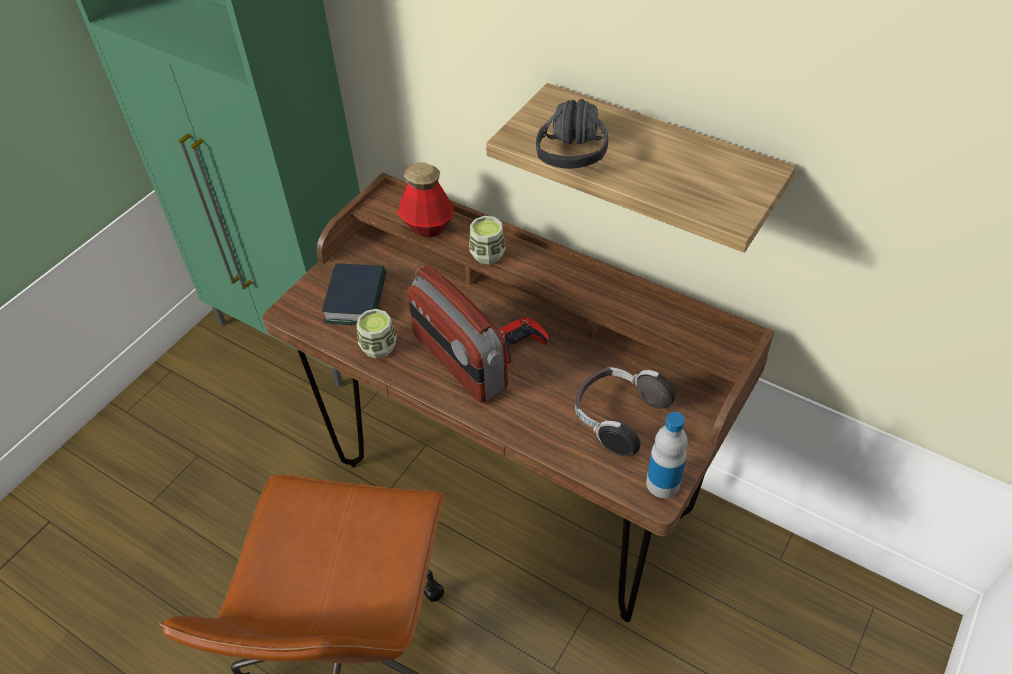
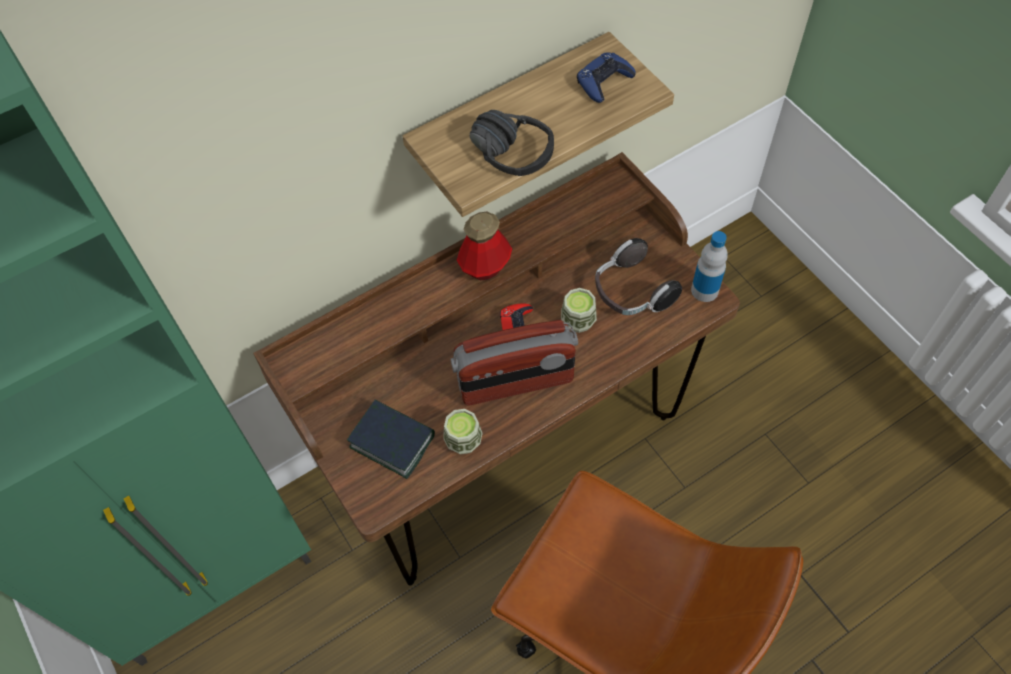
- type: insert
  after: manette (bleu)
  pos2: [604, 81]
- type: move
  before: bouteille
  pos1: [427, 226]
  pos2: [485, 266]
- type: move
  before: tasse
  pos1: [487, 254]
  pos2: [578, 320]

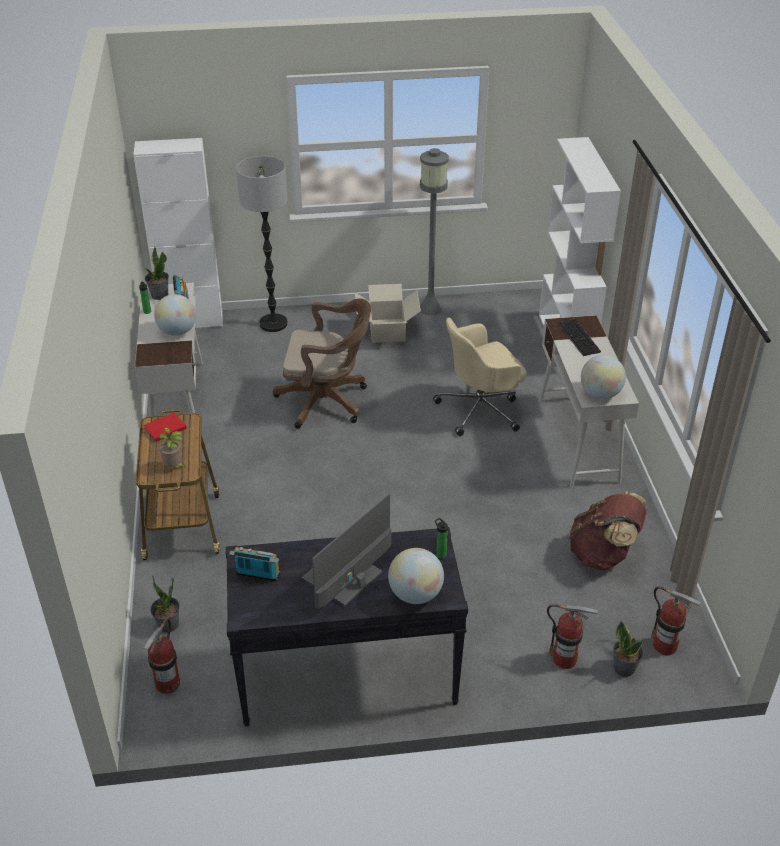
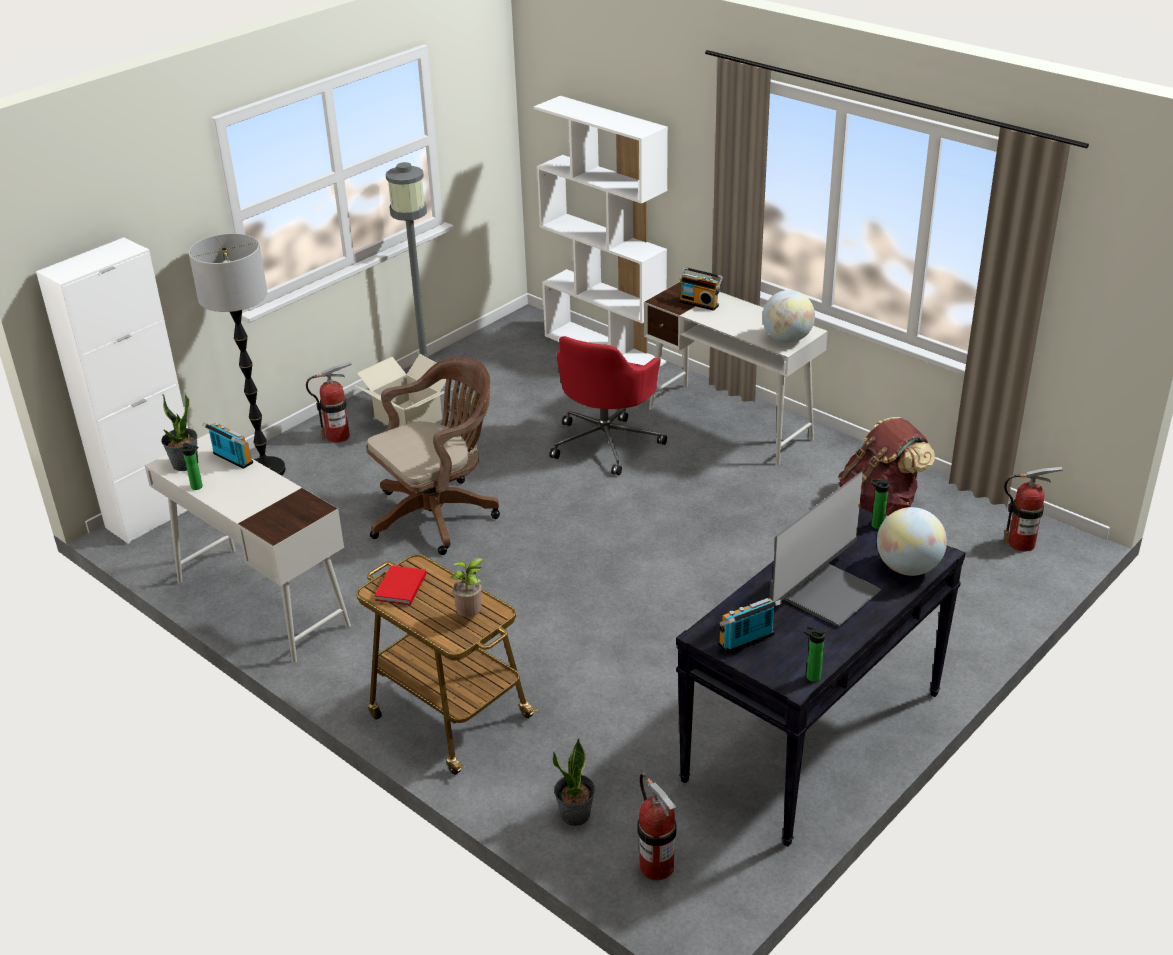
- type: delete
  before: globe
  pos1: [177, 331]
- type: delete
  before: plante en pot
  pos1: [624, 667]
- type: insert
  after: bouteille
  pos2: [811, 676]
- type: move
  before: extincteur
  pos1: [564, 659]
  pos2: [338, 436]
- type: replace
  before: clavier
  after: radio
  pos1: [580, 338]
  pos2: [699, 303]
- type: recolor
  before: chaise de bureau (beige)
  after: chaise de bureau (rouge)
  pos1: [480, 410]
  pos2: [606, 442]
- type: rotate
  before: écran d'ordinateur
  pos1: [343, 577]
  pos2: [827, 593]
  turn: -135

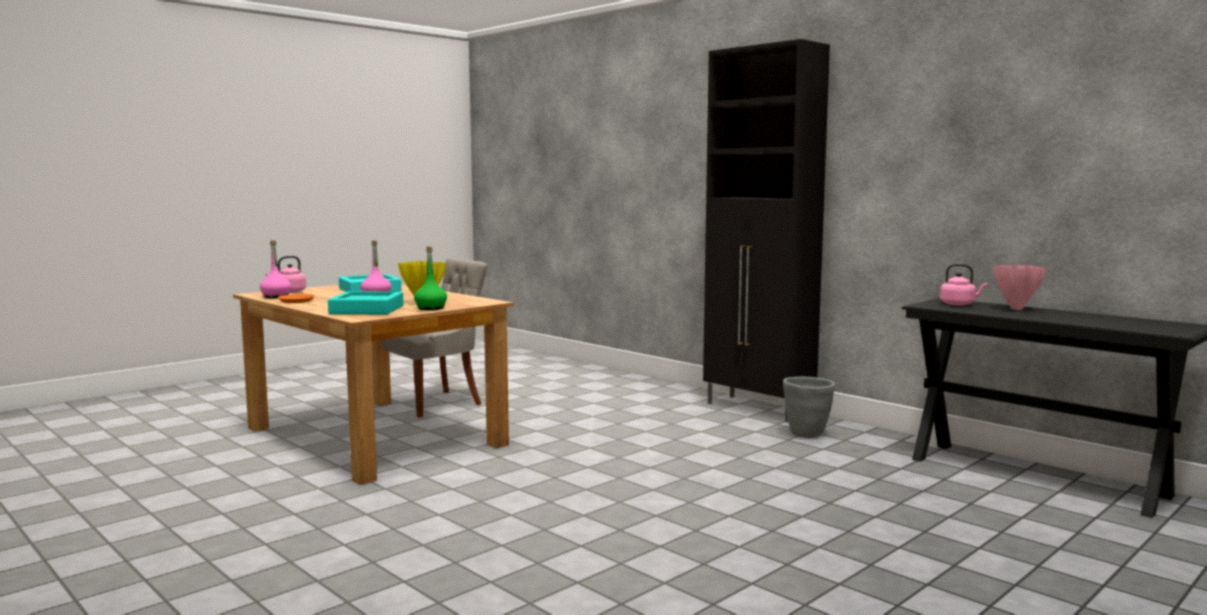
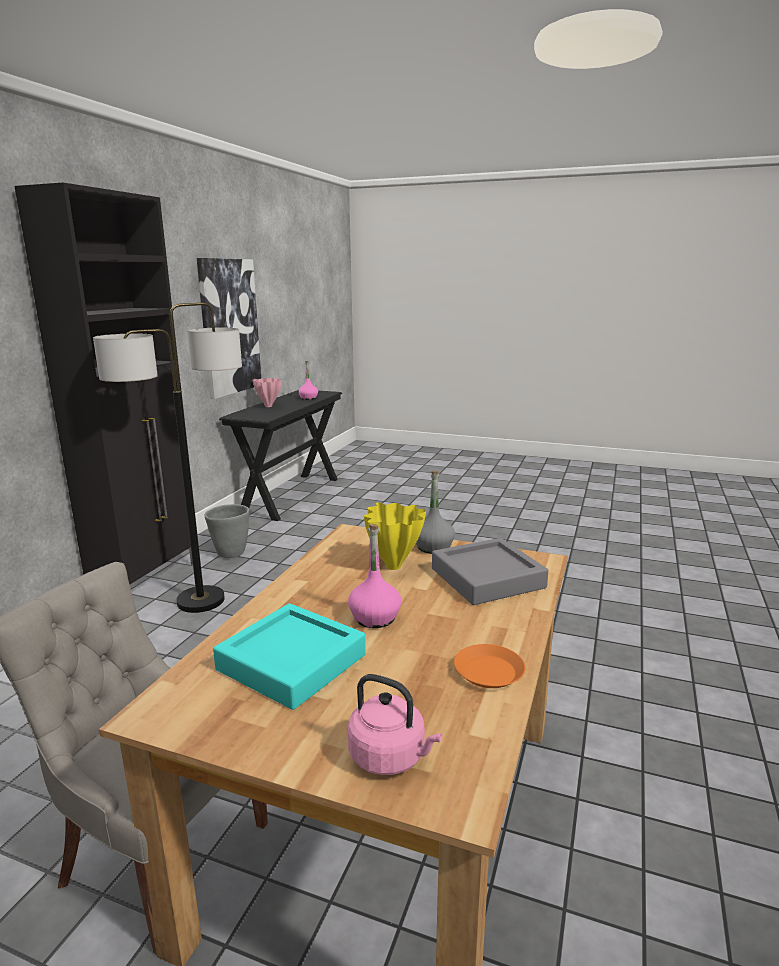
- type: delete
  before: bouilloire (rose)
  pos1: [959, 304]
- type: insert
  after: lampadaire
  pos2: [200, 601]
- type: insert
  after: tableau
  pos2: [229, 327]
- type: move
  before: bouteille (rose)
  pos1: [276, 297]
  pos2: [308, 398]
- type: recolor
  before: plateau (turquoise)
  after: plateau (gris)
  pos1: [367, 309]
  pos2: [487, 578]
- type: recolor
  before: bouteille (vert)
  after: bouteille (gris)
  pos1: [431, 308]
  pos2: [433, 547]

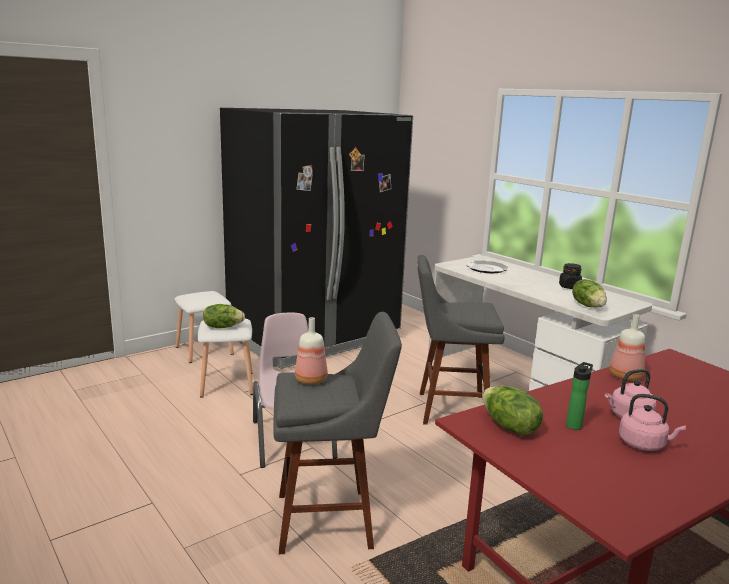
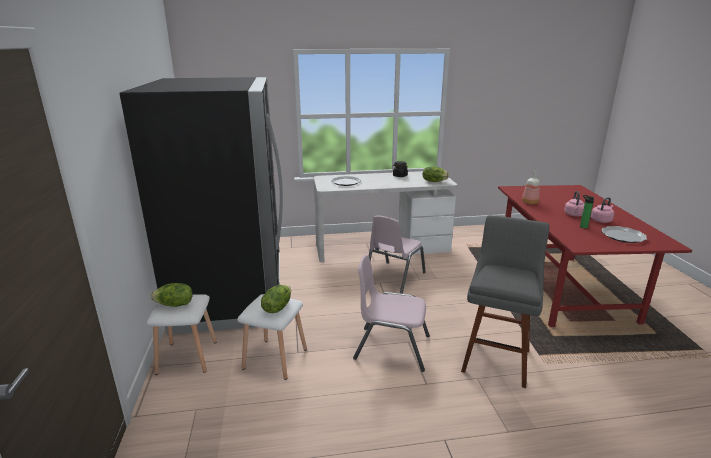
- type: delete
  before: bouteille
  pos1: [310, 380]
- type: insert
  after: assiette
  pos2: [622, 236]
- type: move
  before: laitue
  pos1: [508, 427]
  pos2: [174, 305]
- type: replace
  before: tabouret (gris)
  after: chaise (rose)
  pos1: [448, 409]
  pos2: [394, 278]

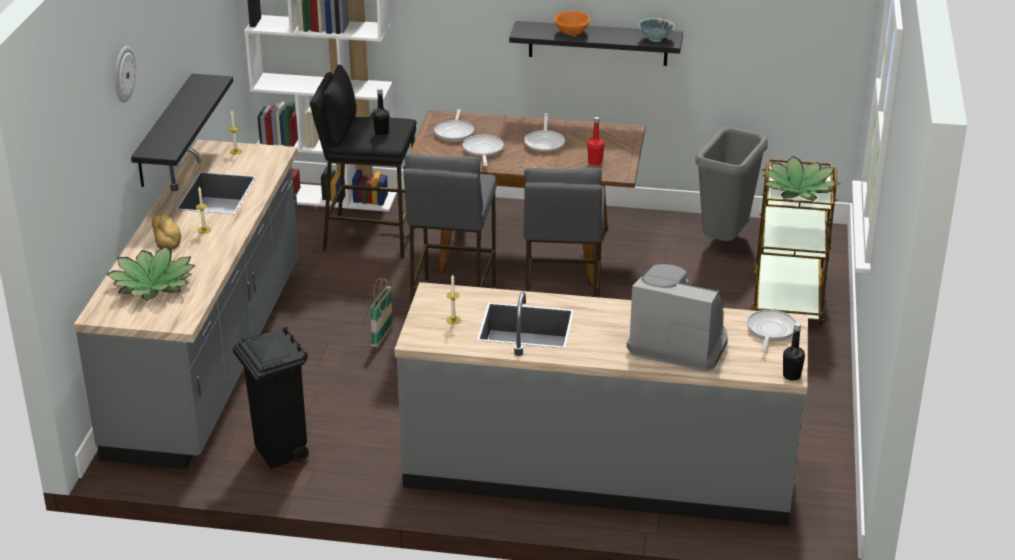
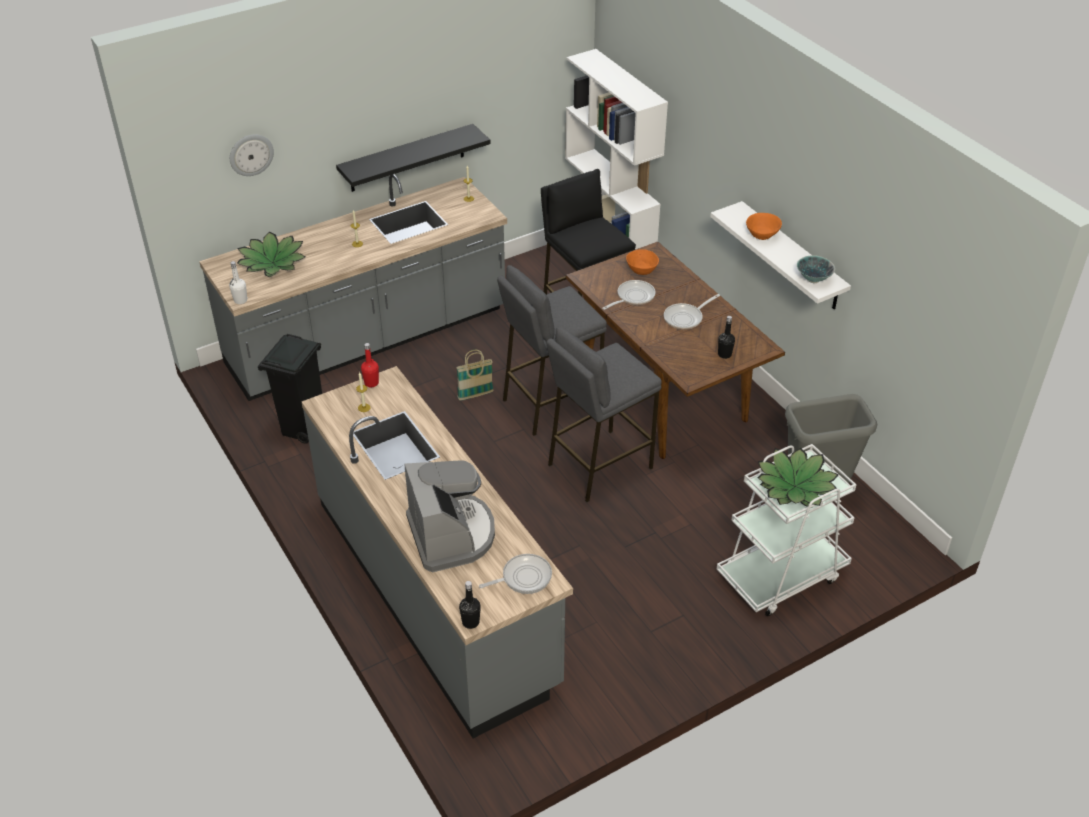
- type: delete
  before: pain
  pos1: [166, 236]
- type: insert
  after: bouteille (blanc)
  pos2: [240, 300]
- type: move
  before: horloge murale
  pos1: [123, 74]
  pos2: [251, 154]
- type: move
  before: bouteille (noir)
  pos1: [381, 132]
  pos2: [724, 354]
- type: move
  before: bouteille (rouge)
  pos1: [595, 162]
  pos2: [371, 383]
- type: replace
  before: poêle
  after: bol (orange)
  pos1: [454, 132]
  pos2: [642, 270]
- type: recolor
  before: étagère (noir)
  after: étagère (blanc)
  pos1: [598, 43]
  pos2: [792, 257]
- type: recolor
  before: chariot (marron)
  after: chariot (blanc)
  pos1: [787, 298]
  pos2: [781, 575]

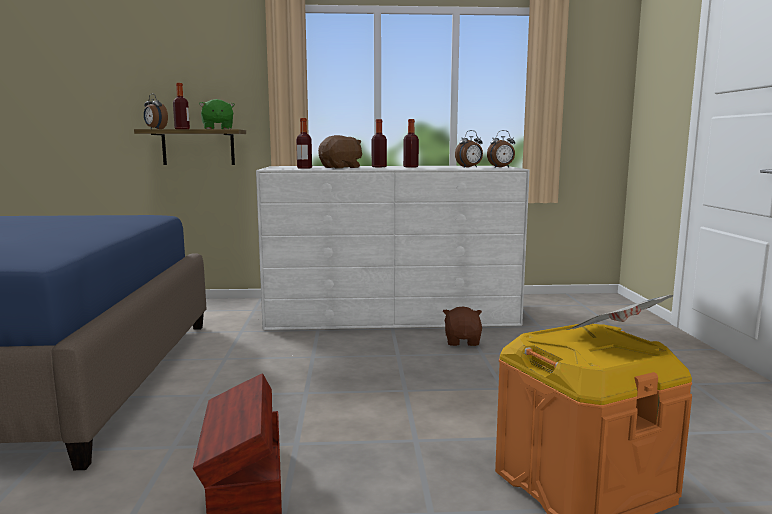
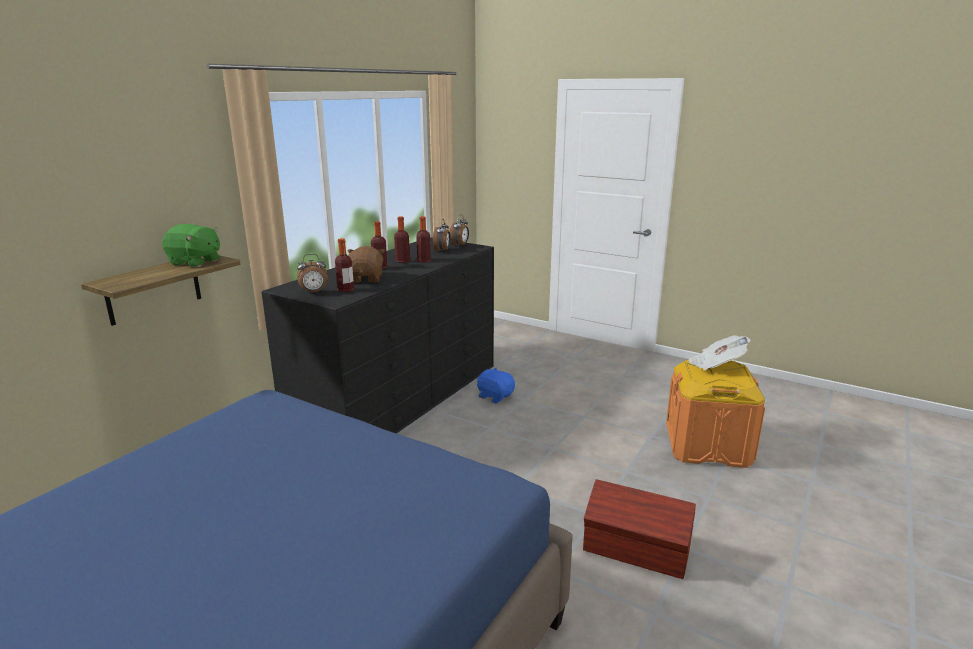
- type: move
  before: réveil
  pos1: [155, 129]
  pos2: [314, 292]
- type: move
  before: bouteille
  pos1: [182, 129]
  pos2: [424, 261]
- type: recolor
  before: commode (blanc)
  after: commode (noir)
  pos1: [391, 314]
  pos2: [399, 397]
- type: recolor
  before: peluche (marron)
  after: peluche (bleu)
  pos1: [463, 341]
  pos2: [495, 396]

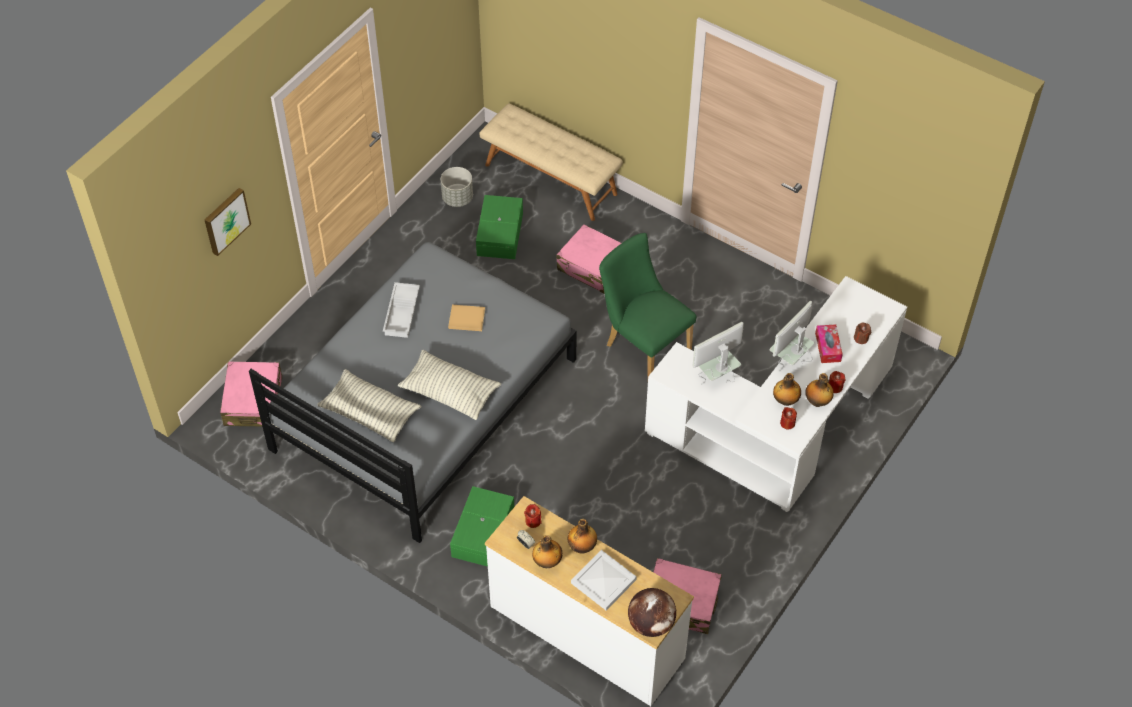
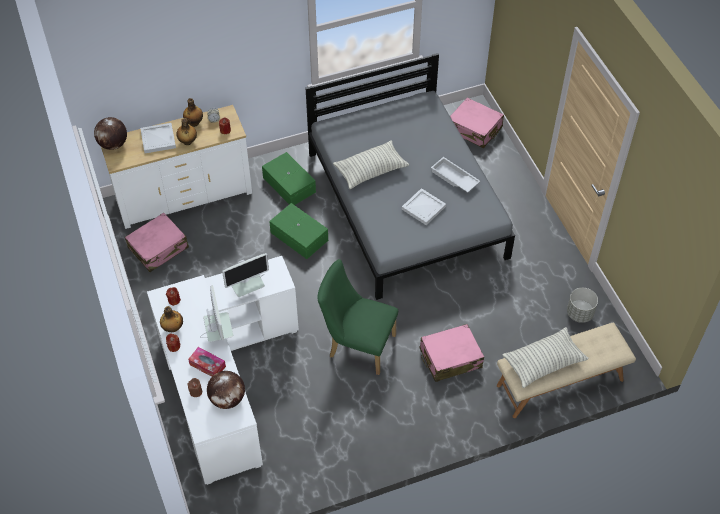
- type: delete
  before: tableau
  pos1: [225, 220]
- type: delete
  before: bouteille
  pos1: [785, 401]
- type: insert
  after: globe
  pos2: [228, 399]
- type: move
  before: coussin
  pos1: [370, 413]
  pos2: [543, 362]
- type: move
  before: boîte de rangement (vert)
  pos1: [501, 234]
  pos2: [299, 237]
- type: replace
  before: livre (beige)
  after: plateau (blanc)
  pos1: [465, 319]
  pos2: [423, 207]
- type: rotate
  before: chaise (vert)
  pos1: [643, 344]
  pos2: [357, 345]
  turn: -150
- type: rotate
  before: écran d'ordinateur
  pos1: [716, 376]
  pos2: [248, 291]
  turn: 60

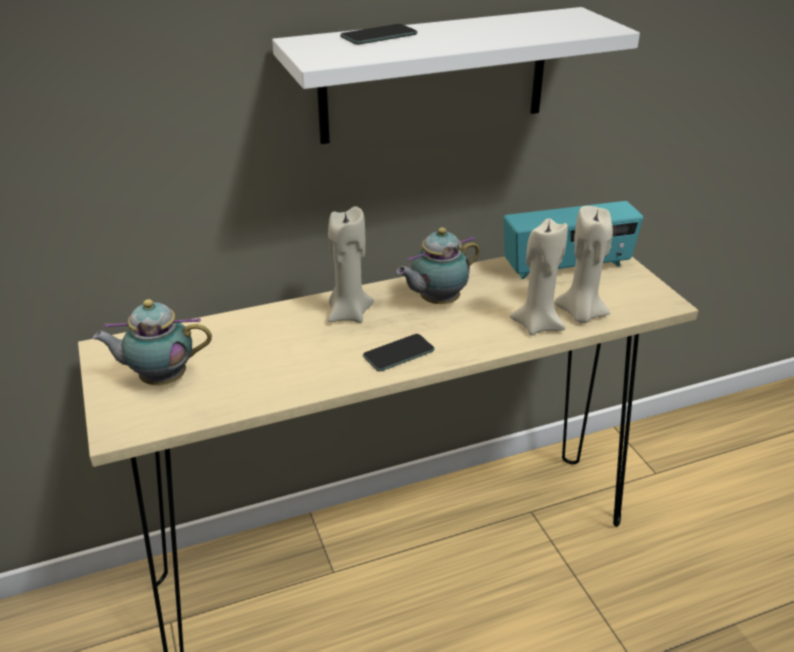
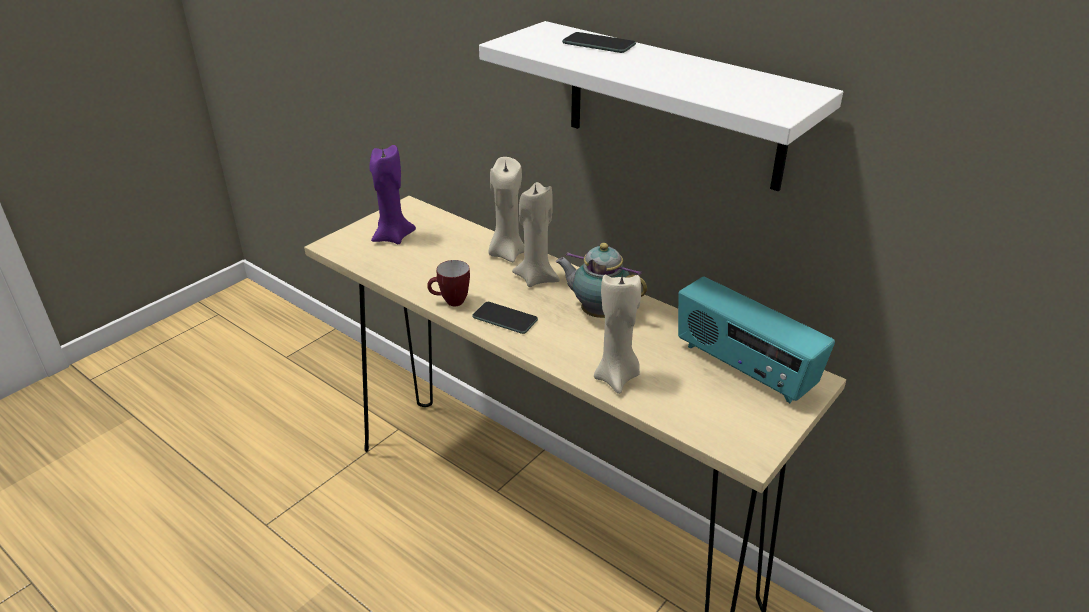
- type: insert
  after: mug
  pos2: [450, 302]
- type: move
  before: bougie (beige)
  pos1: [581, 314]
  pos2: [506, 253]
- type: replace
  before: théière
  after: bougie (violet)
  pos1: [160, 379]
  pos2: [392, 237]

